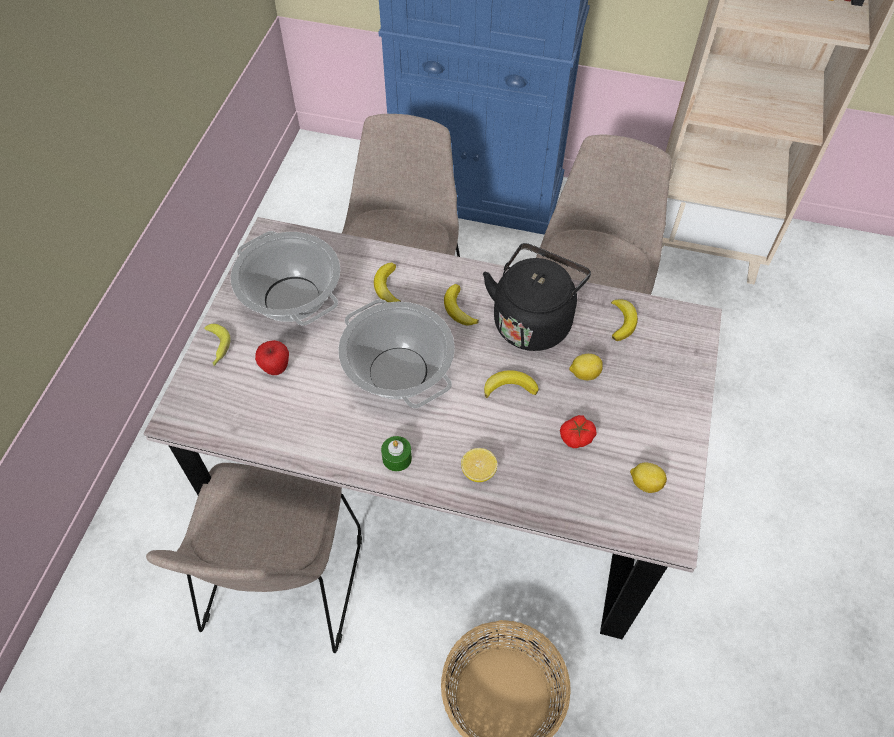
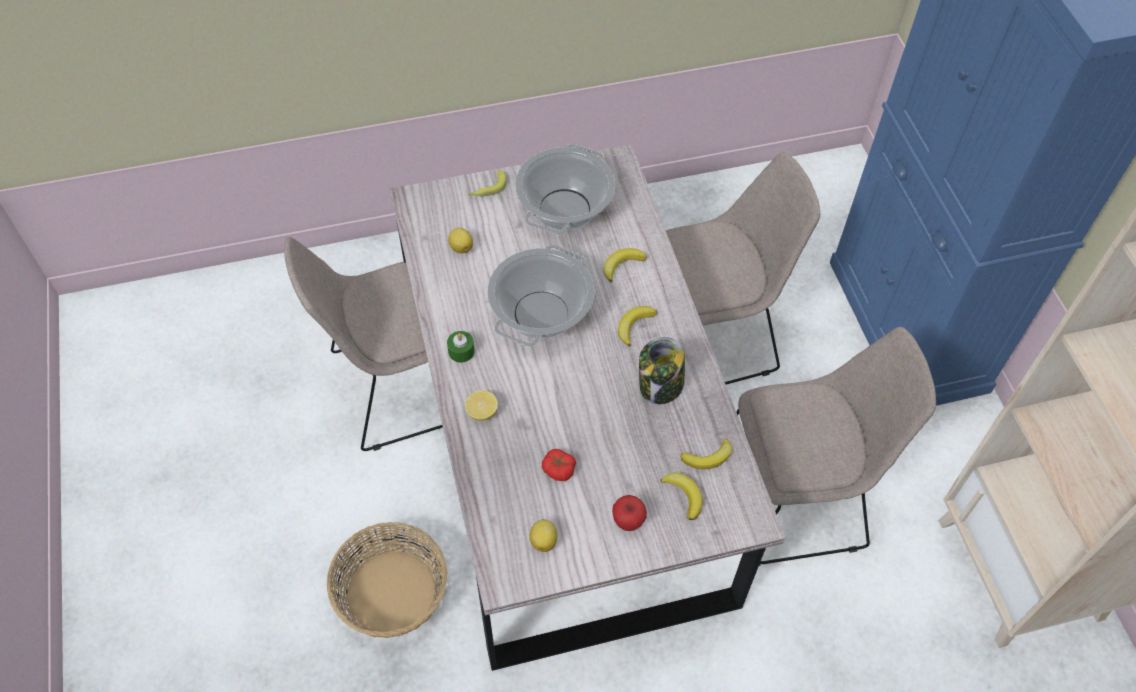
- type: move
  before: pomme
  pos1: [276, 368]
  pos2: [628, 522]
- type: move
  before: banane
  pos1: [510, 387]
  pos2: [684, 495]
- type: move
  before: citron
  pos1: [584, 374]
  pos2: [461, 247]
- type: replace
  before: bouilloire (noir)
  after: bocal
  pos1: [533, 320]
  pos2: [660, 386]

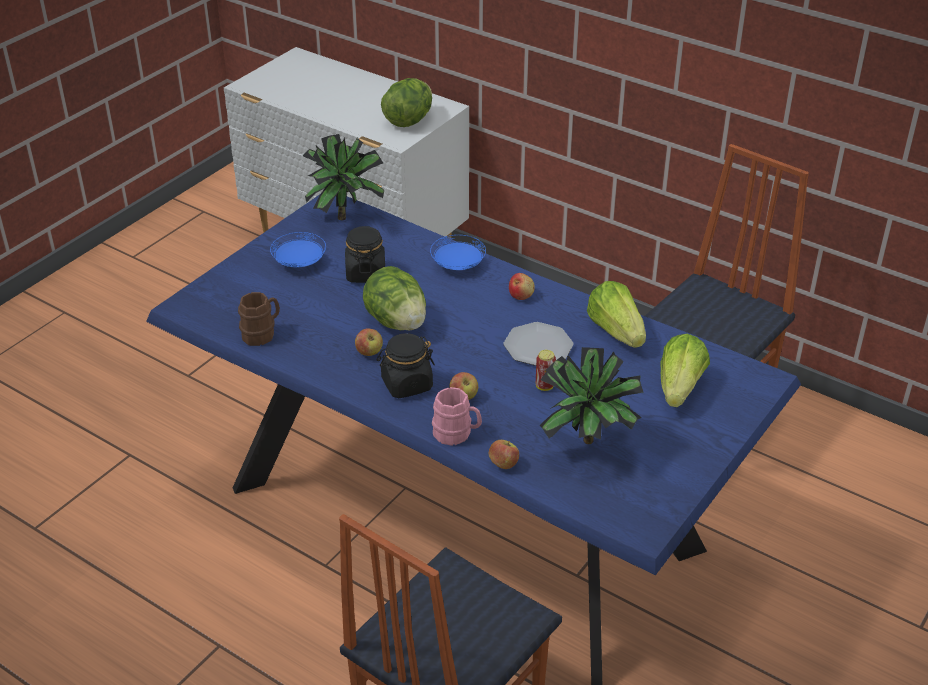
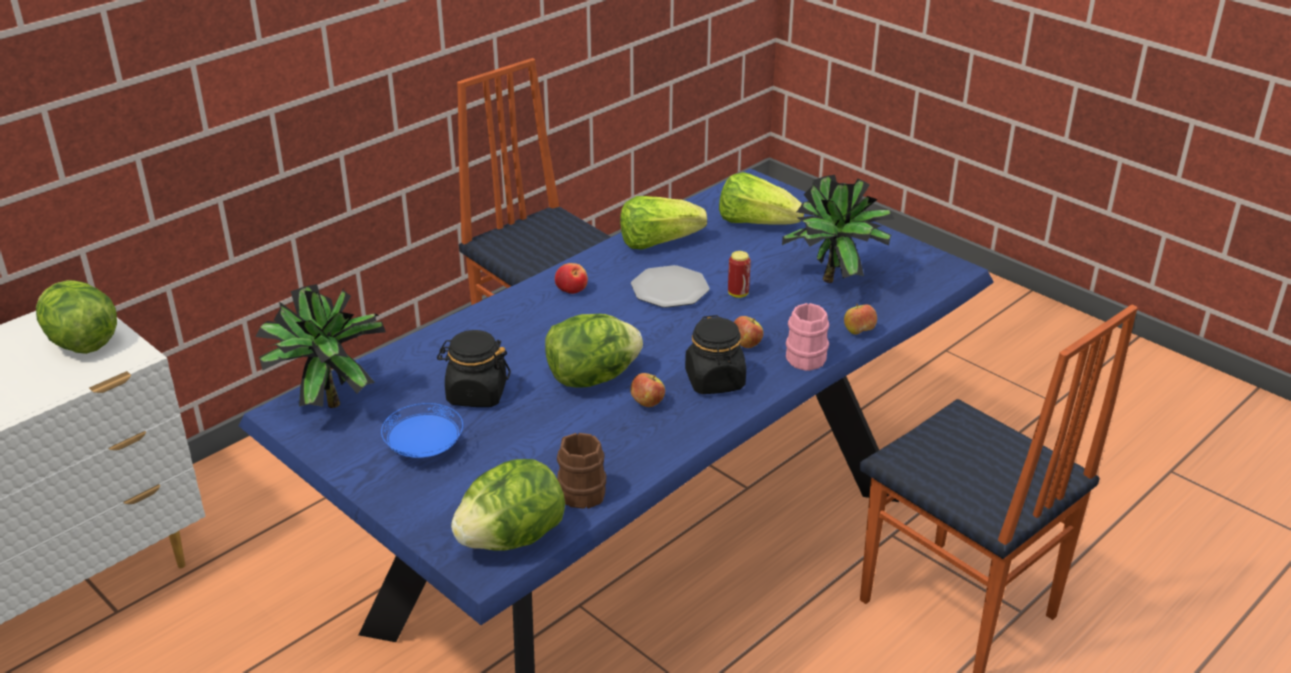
- type: delete
  before: assiette (bleu)
  pos1: [457, 265]
- type: insert
  after: laitue
  pos2: [512, 538]

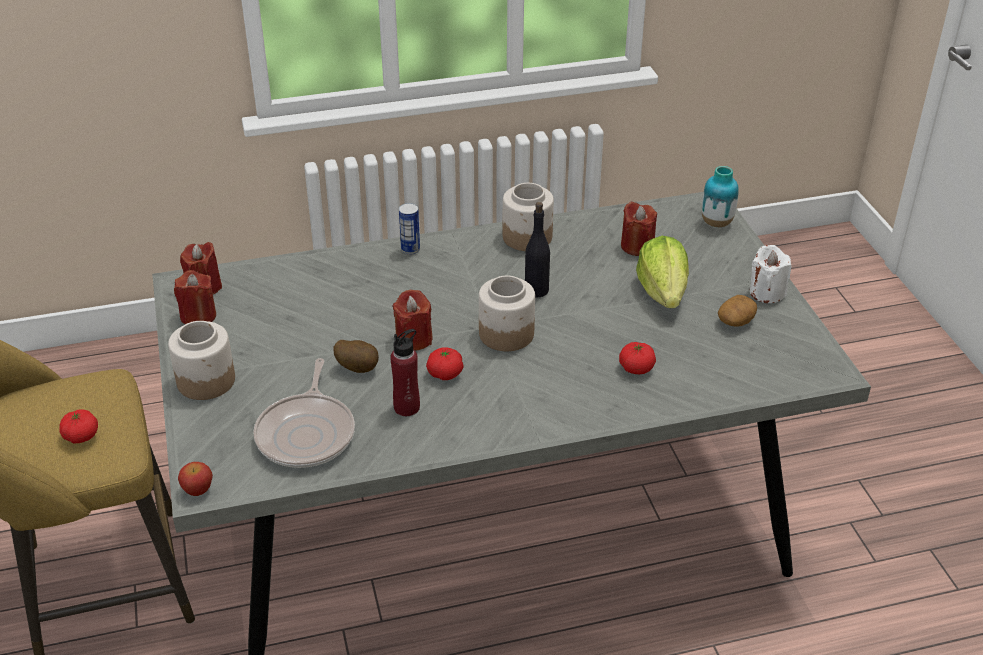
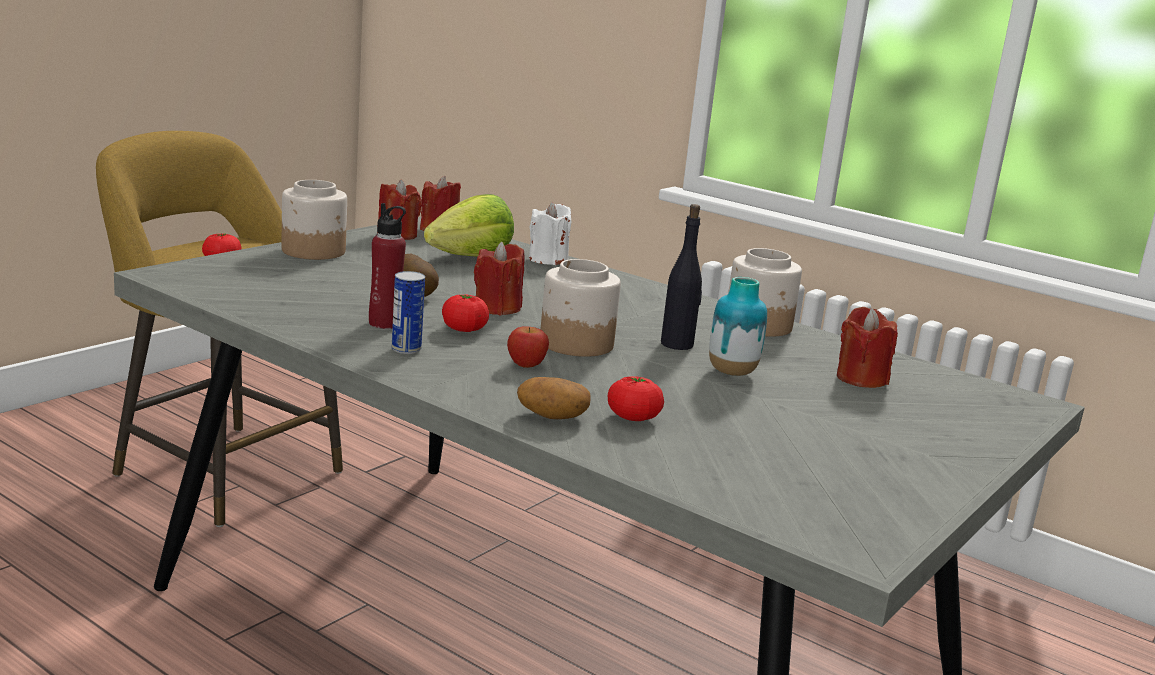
- type: delete
  before: poêle
  pos1: [307, 433]
- type: move
  before: pomme
  pos1: [198, 490]
  pos2: [526, 365]
- type: move
  before: boîte métallique
  pos1: [410, 250]
  pos2: [406, 349]
- type: move
  before: laitue
  pos1: [663, 293]
  pos2: [471, 257]
- type: move
  before: vase
  pos1: [716, 223]
  pos2: [732, 372]
- type: move
  before: pomme de terre
  pos1: [736, 321]
  pos2: [551, 416]
- type: move
  before: bougie (blanc)
  pos1: [767, 292]
  pos2: [548, 260]

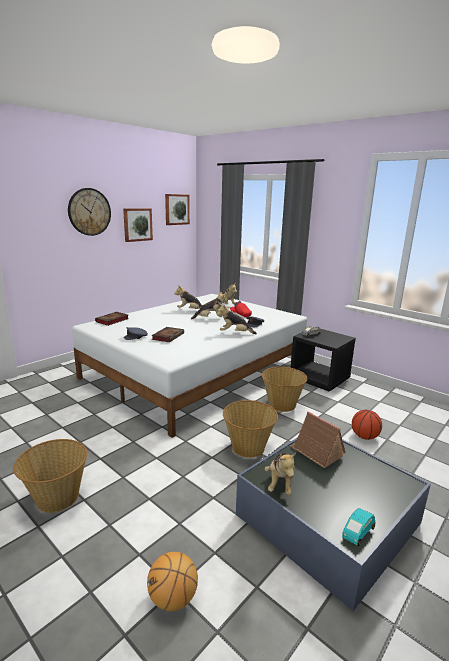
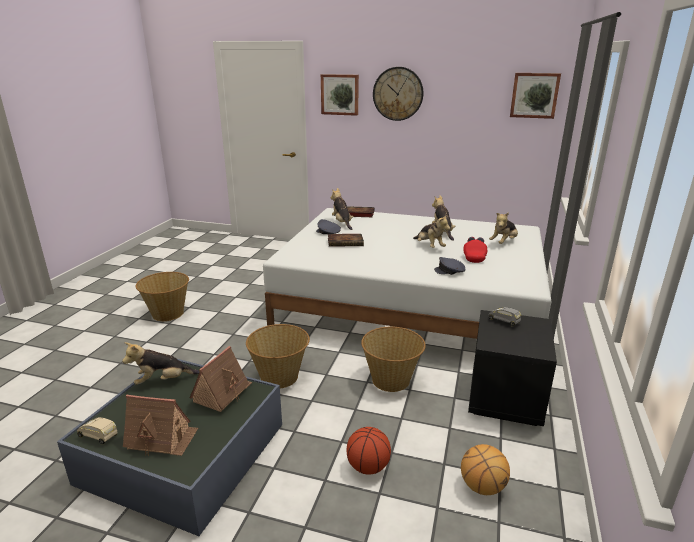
- type: insert
  after: maison miniature
  pos2: [162, 438]
- type: move
  before: tableau
  pos1: [137, 224]
  pos2: [340, 94]
- type: move
  before: ballon de basket
  pos1: [173, 598]
  pos2: [482, 487]
- type: move
  before: peluche
  pos1: [235, 333]
  pos2: [342, 223]
- type: recolor
  before: petite voiture (turquoise)
  after: petite voiture (beige)
  pos1: [357, 533]
  pos2: [99, 436]

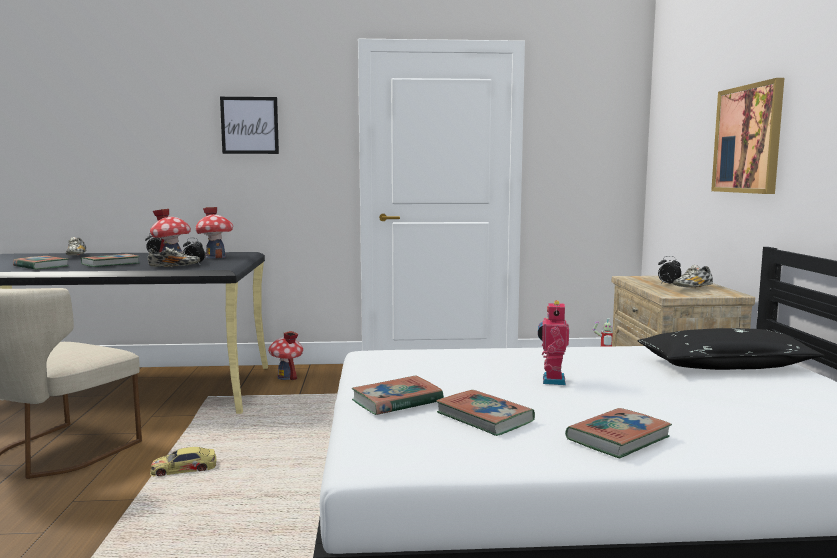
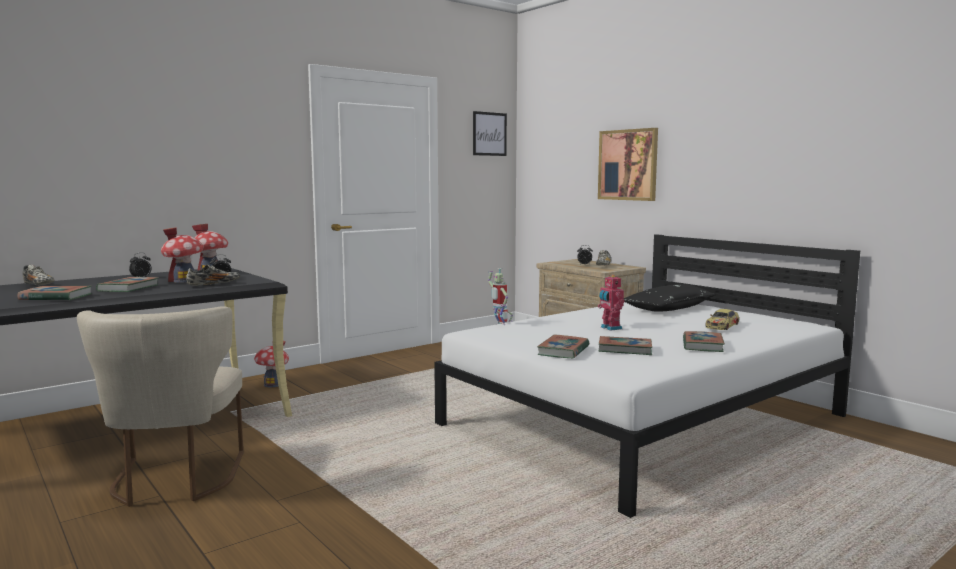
- type: insert
  after: robot jouet
  pos2: [499, 324]
- type: move
  before: petite voiture
  pos1: [184, 468]
  pos2: [722, 325]
- type: move
  before: tableau
  pos1: [249, 125]
  pos2: [489, 134]

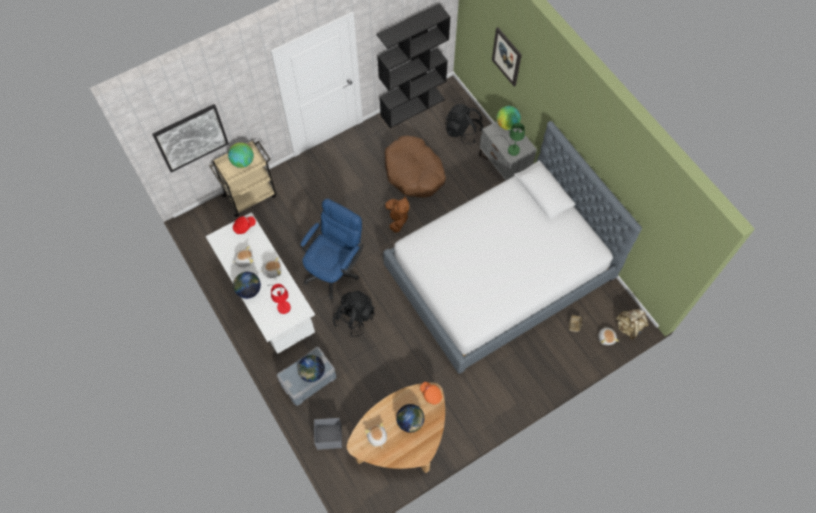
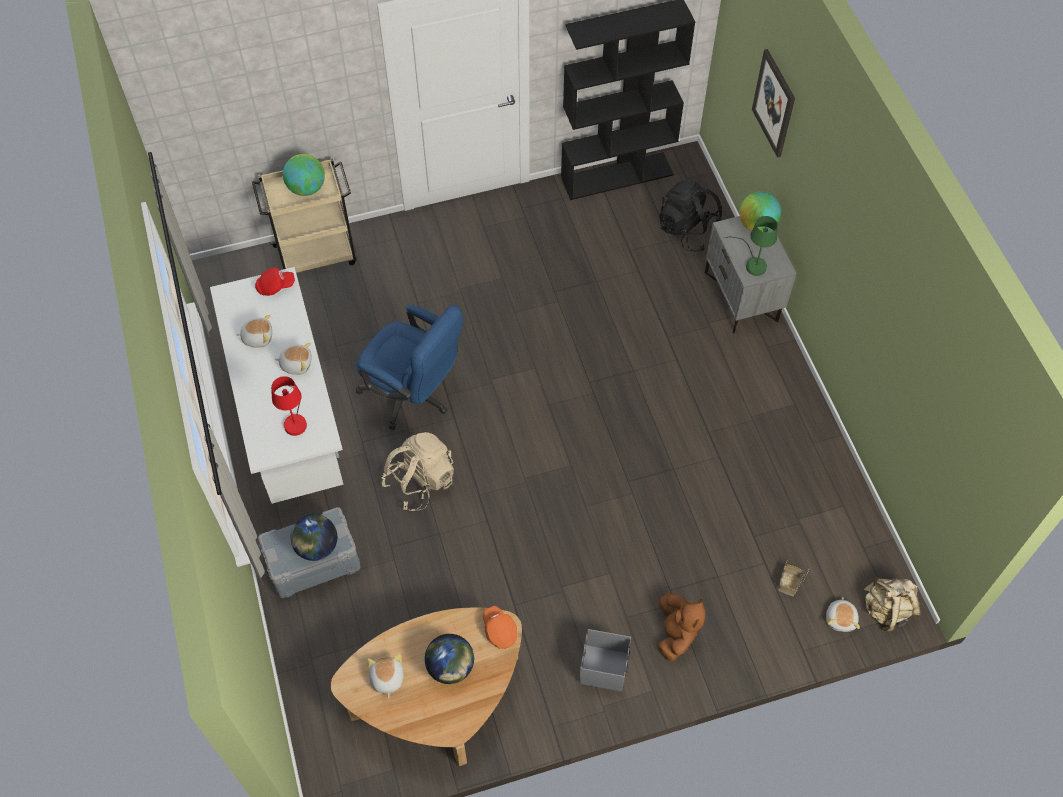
- type: delete
  before: tableau
  pos1: [191, 137]
- type: delete
  before: globe
  pos1: [249, 290]
- type: delete
  before: lit
  pos1: [499, 274]
- type: delete
  before: panier pour chien (marron)
  pos1: [414, 172]
- type: move
  before: boîte de rangement (gris)
  pos1: [328, 437]
  pos2: [602, 667]
- type: move
  before: peluche (marron)
  pos1: [397, 219]
  pos2: [676, 633]
- type: recolor
  before: sac à dos (noir)
  after: sac à dos (beige)
  pos1: [354, 318]
  pos2: [420, 481]
- type: rotate
  before: chaise de bureau (bleu)
  pos1: [335, 268]
  pos2: [413, 395]
  turn: 75

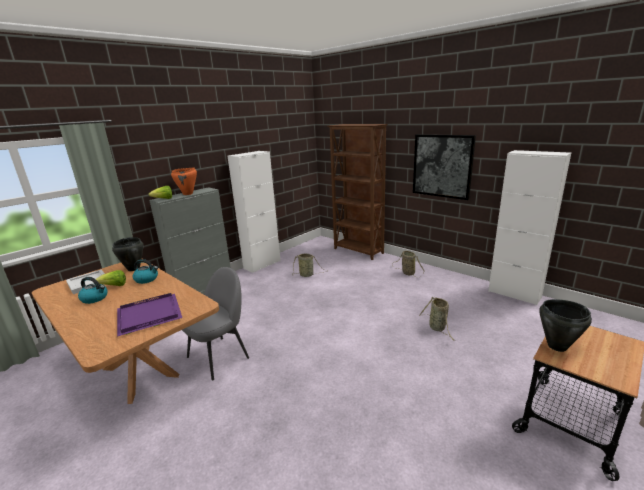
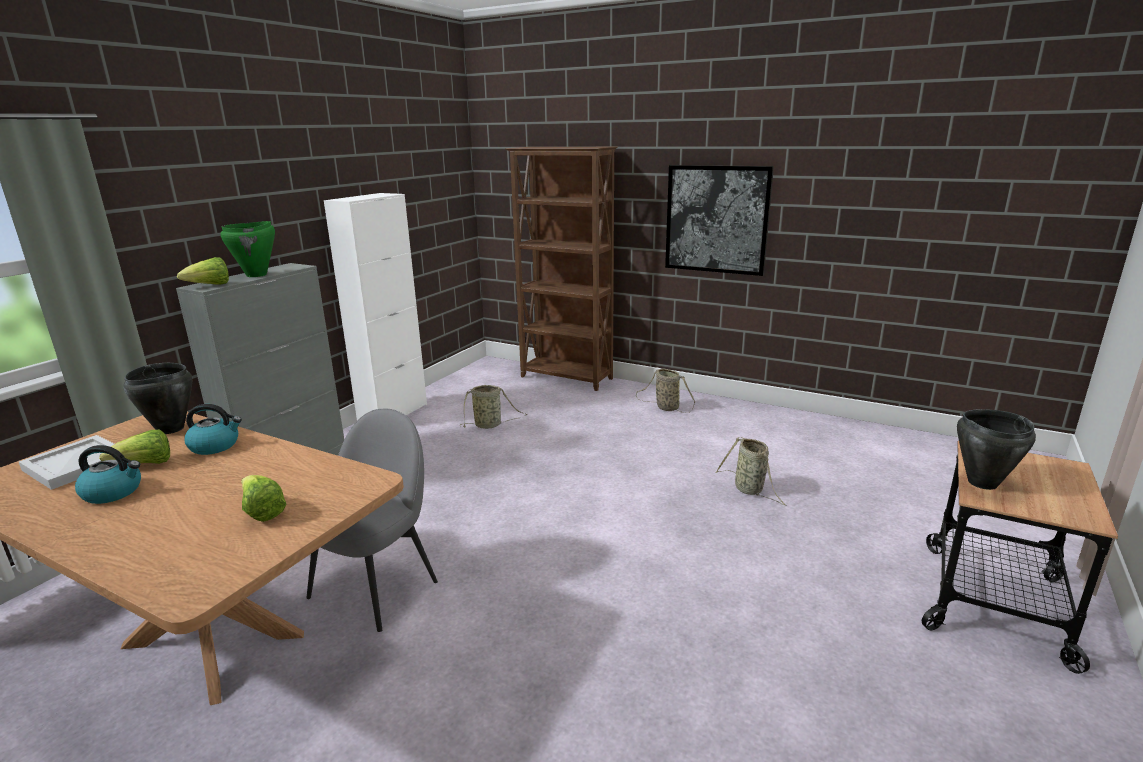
- type: delete
  before: meuble de rangement (blanc)
  pos1: [514, 294]
- type: replace
  before: plateau (violet)
  after: laitue
  pos1: [148, 316]
  pos2: [262, 512]
- type: recolor
  before: marmite (orange)
  after: marmite (vert)
  pos1: [188, 194]
  pos2: [257, 275]

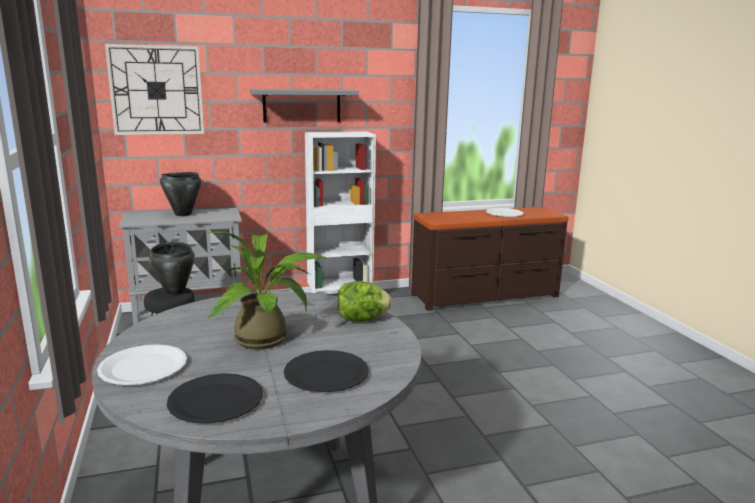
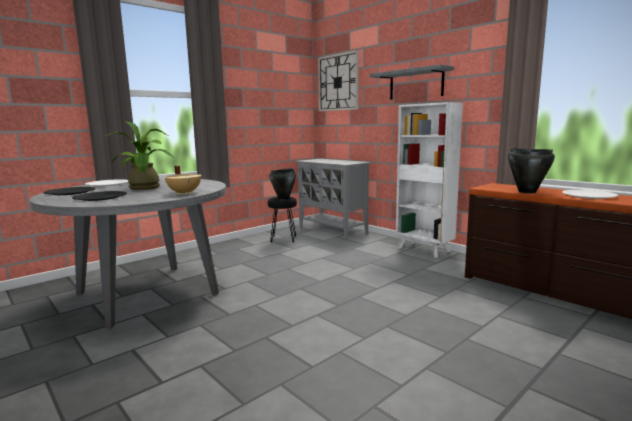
- type: move
  before: marmite (noir)
  pos1: [182, 214]
  pos2: [526, 192]
- type: replace
  before: laitue
  after: marmite (beige)
  pos1: [361, 319]
  pos2: [185, 193]

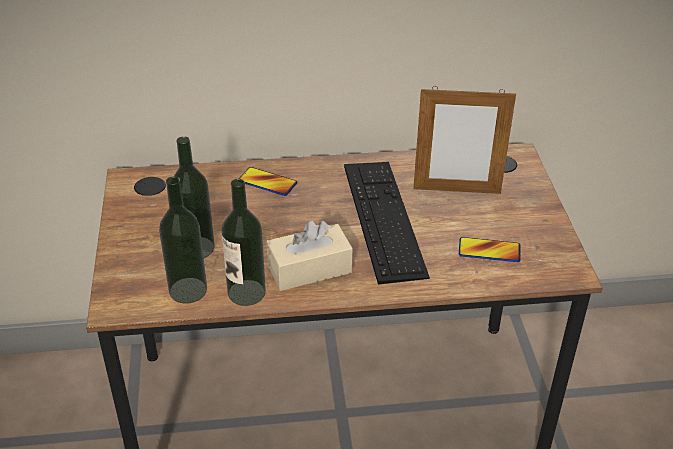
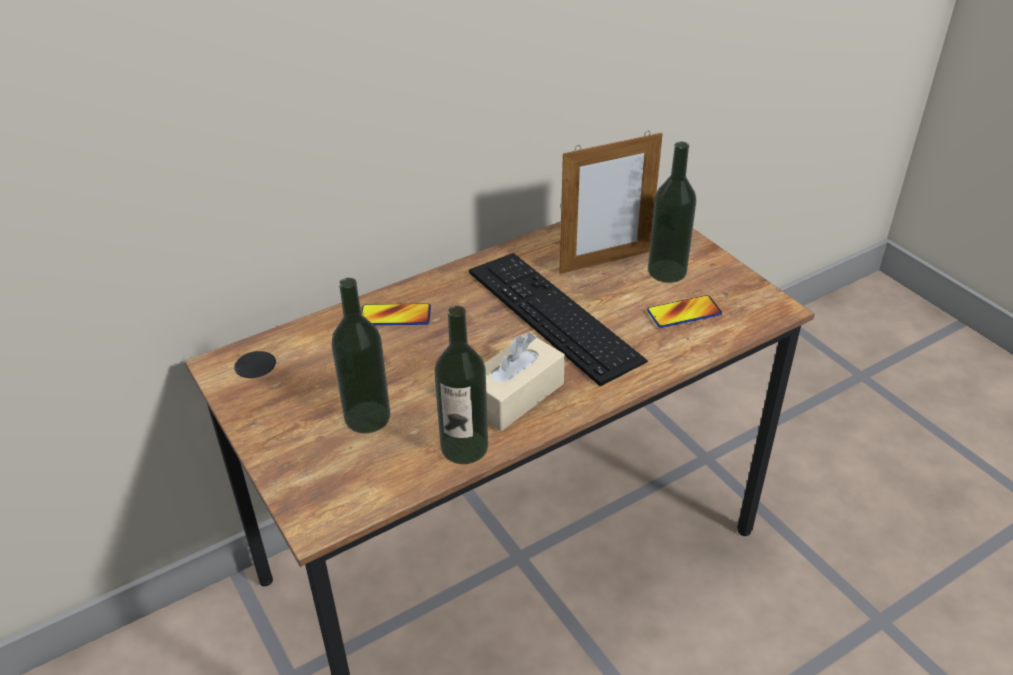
- type: move
  before: bouteille
  pos1: [188, 290]
  pos2: [667, 271]

